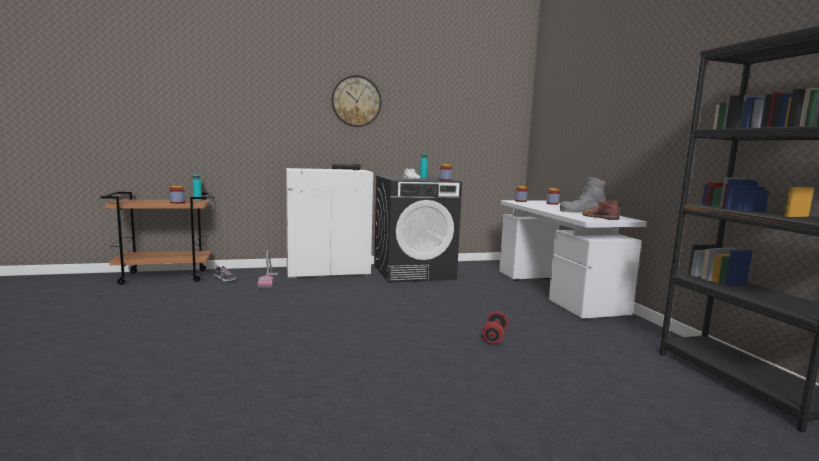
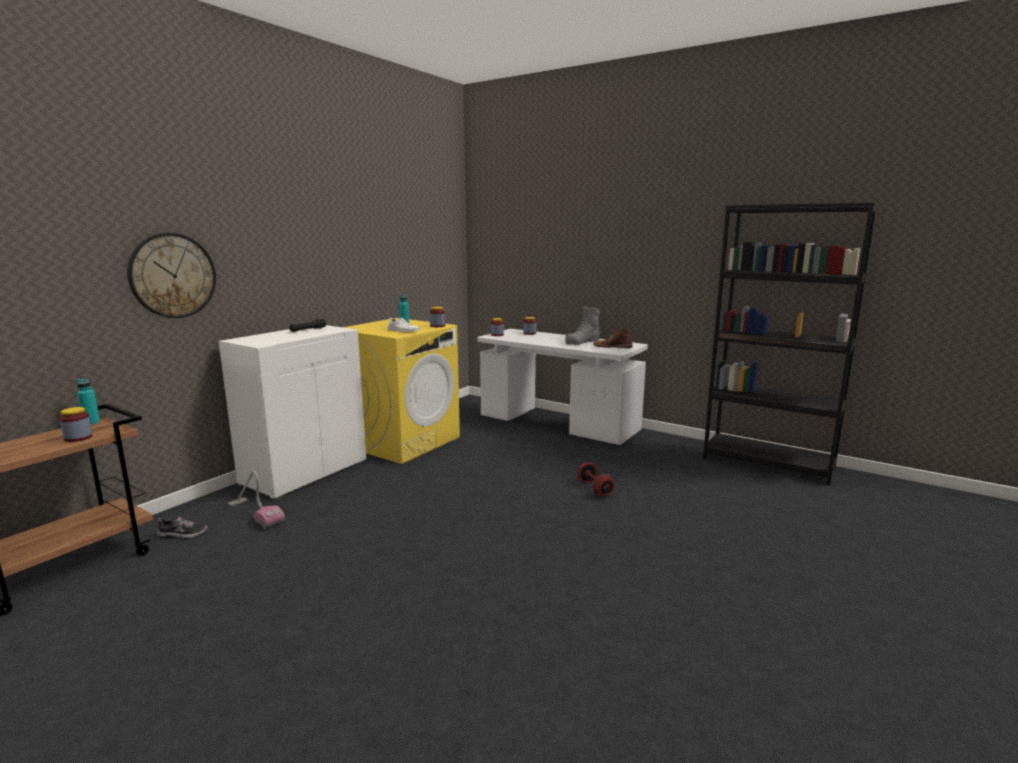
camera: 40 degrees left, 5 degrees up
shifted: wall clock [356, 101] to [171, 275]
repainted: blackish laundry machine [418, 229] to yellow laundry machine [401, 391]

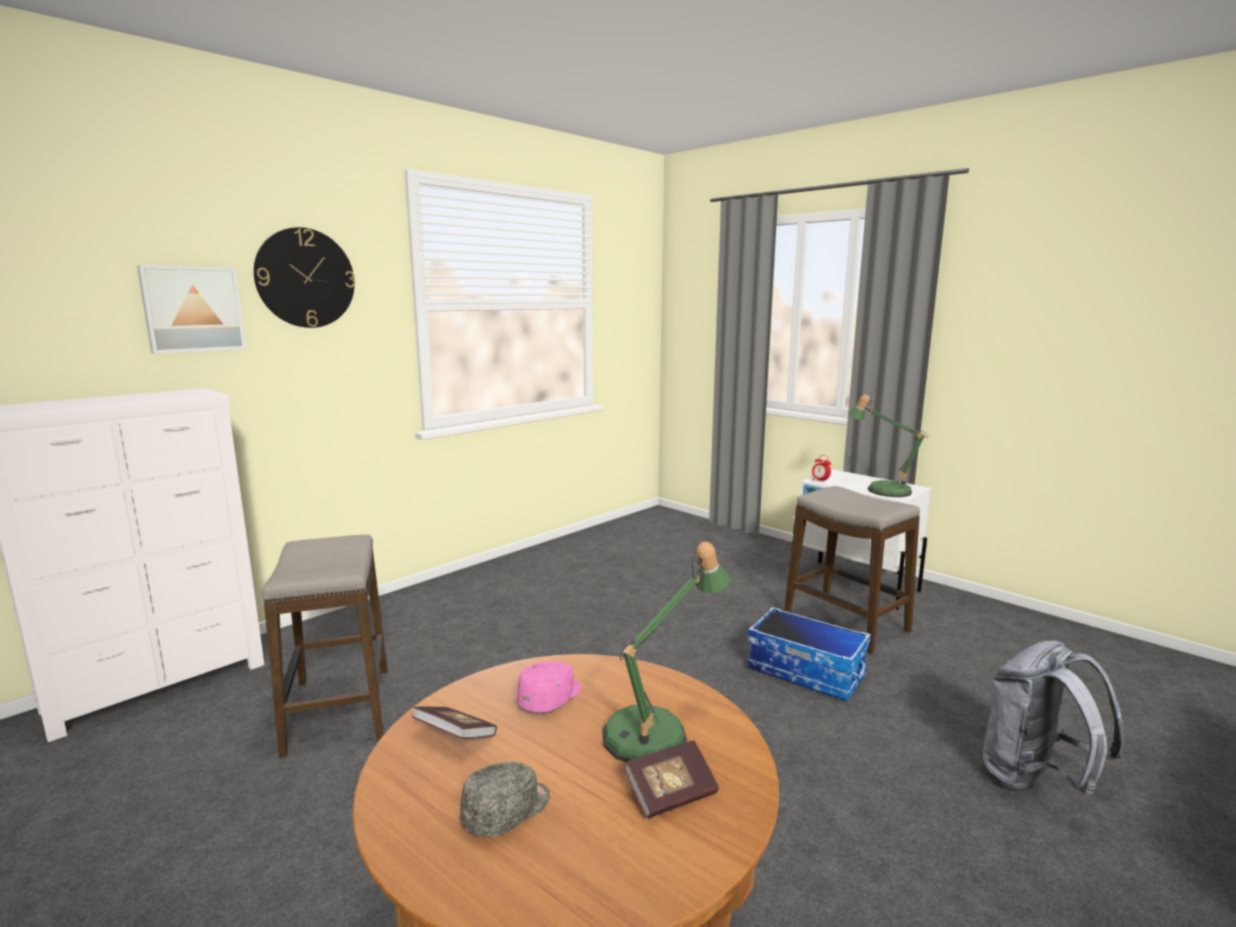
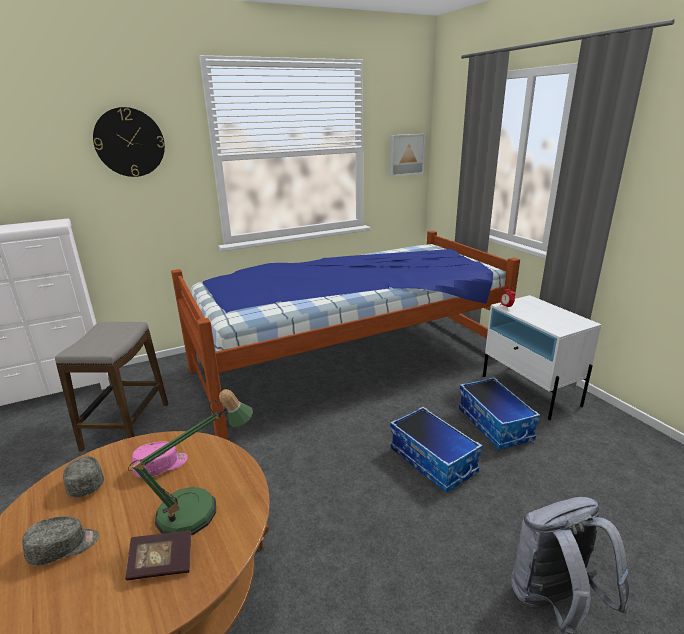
camera: 20 degrees right, 10 degrees up
gone: table lamp [888, 445]
new: sleeping bed [345, 335]
shifted: picture [191, 309] to [407, 155]
swapped: sitting stool [852, 570] to storage bin [499, 413]; volume [454, 722] to grey baseball cap [83, 477]

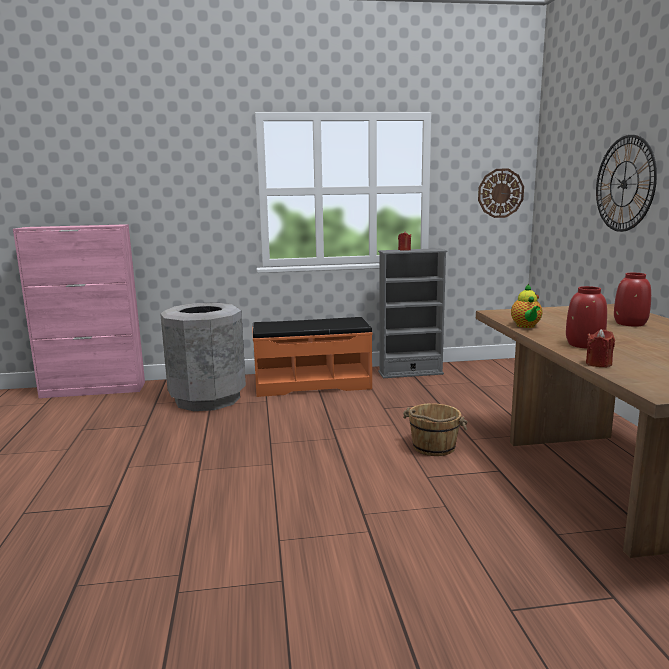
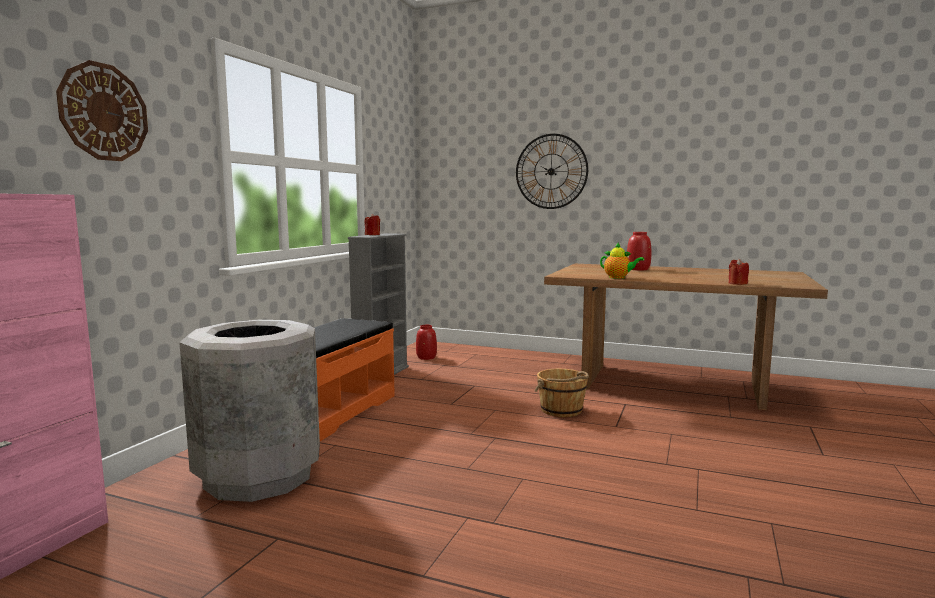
camera: 60 degrees left, 5 degrees down
shifted: wall clock [501, 193] to [102, 110]; reddish vase [586, 317] to [426, 342]

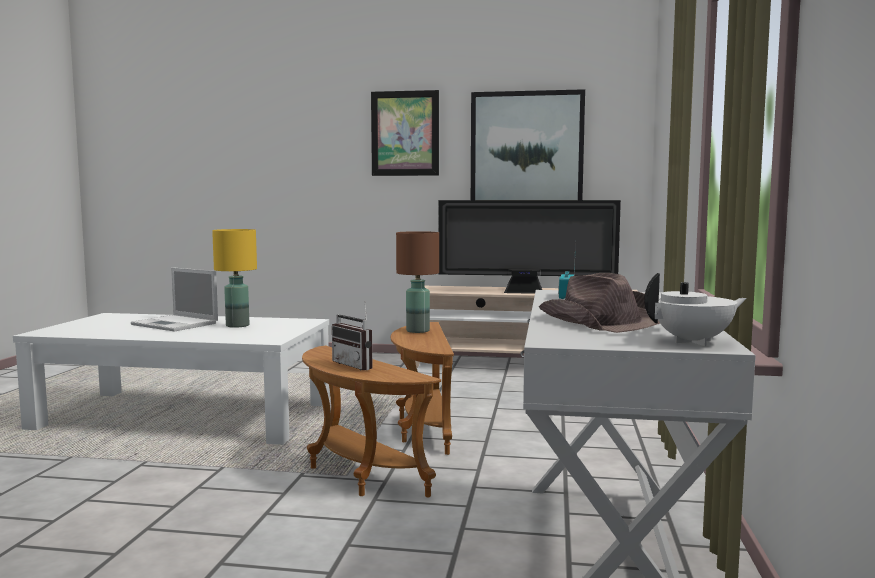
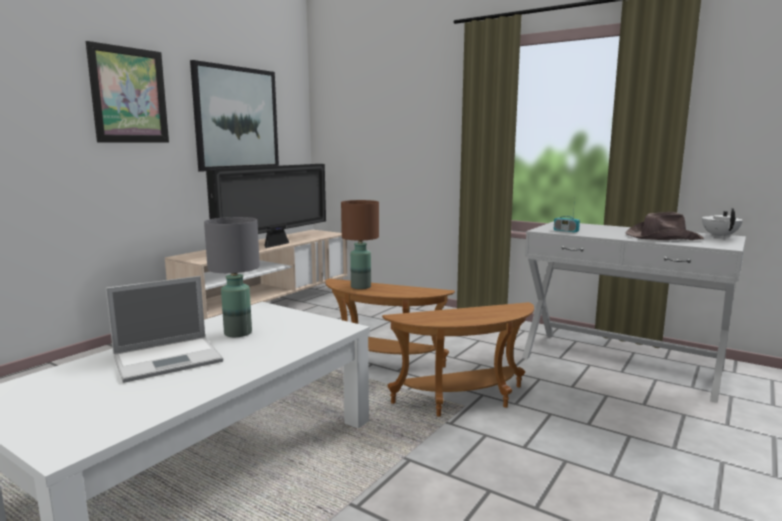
camera: 65 degrees left, 5 degrees up
gone: radio set [352, 337]
repainted: yellow table lamp [234, 278] to grey table lamp [232, 277]

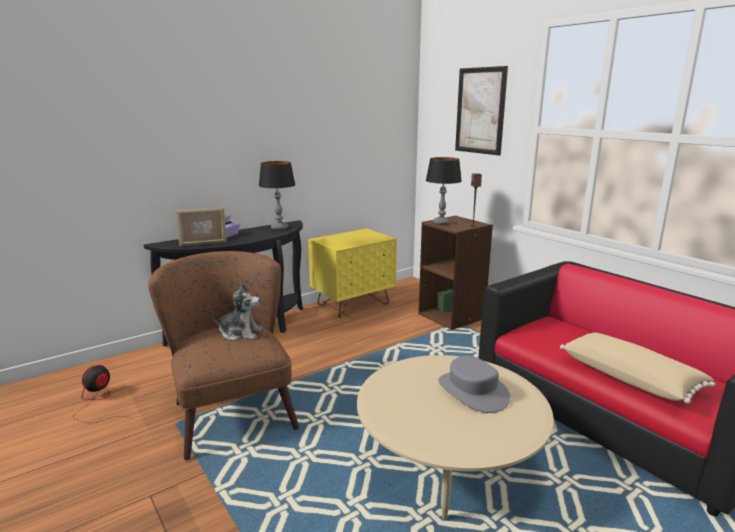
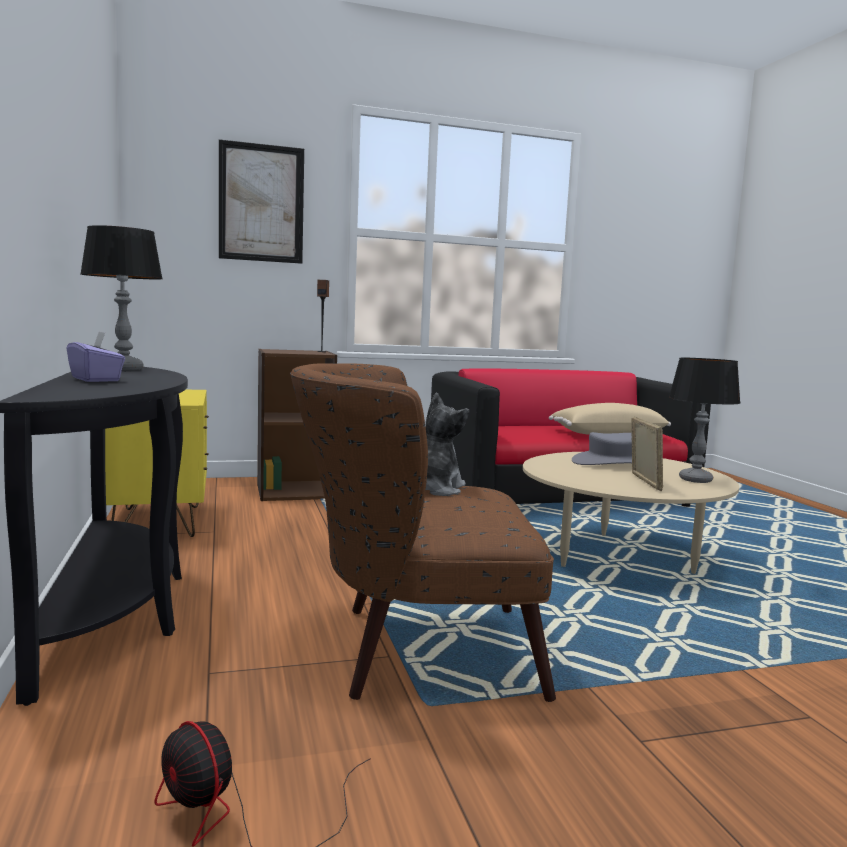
camera: 70 degrees left, 10 degrees down
shifted: table lamp [444, 191] to [705, 420]; photo frame [201, 227] to [647, 453]

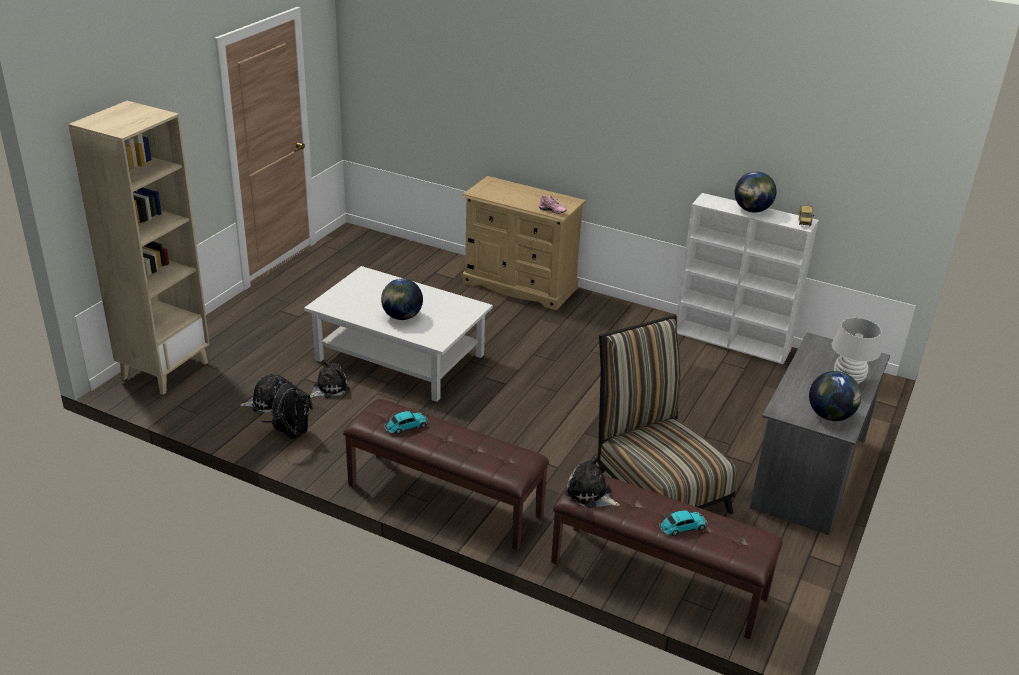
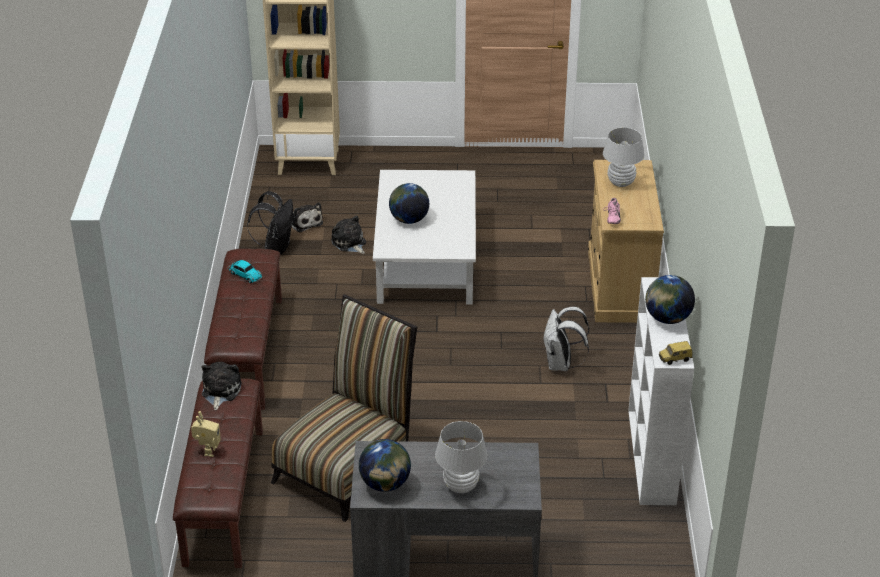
camera: 65 degrees right, 5 degrees up
new: white table lamp [623, 157]; white knapsack [566, 339]
swapped: toy car [683, 523] to model robot [206, 434]
rotated: cuddly toy [330, 379] = [348, 234] 150 degrees counterclockwise

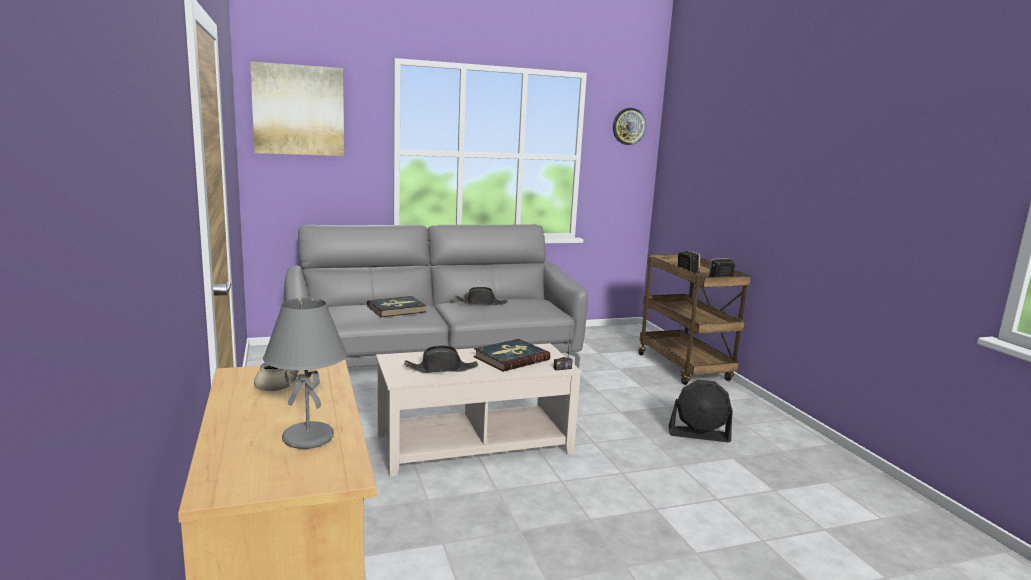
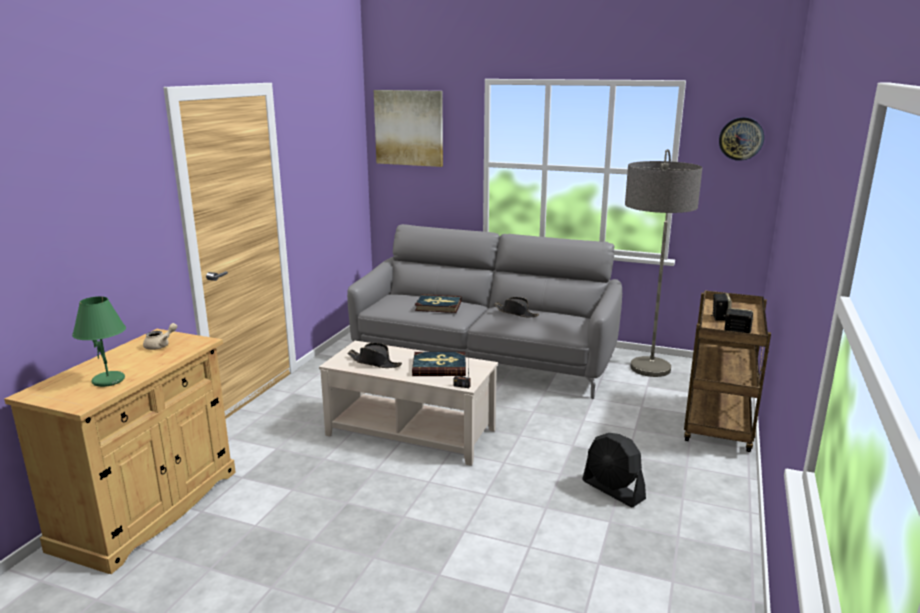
camera: 40 degrees right, 5 degrees up
new: standing lamp [664, 263]
repainted: grey table lamp [305, 373] to greenish table lamp [99, 341]

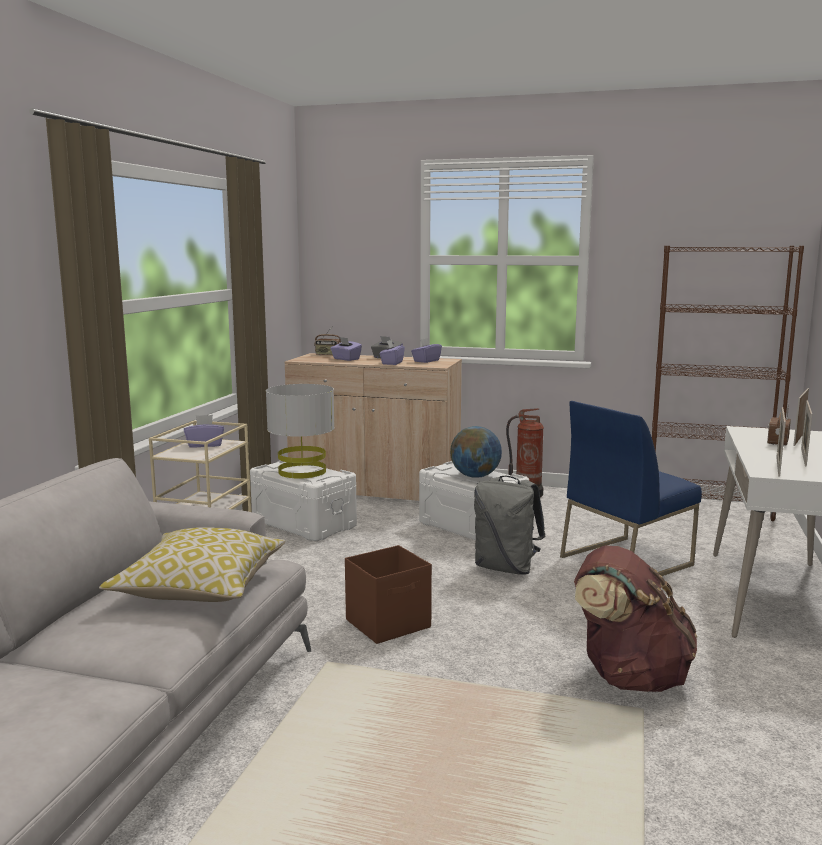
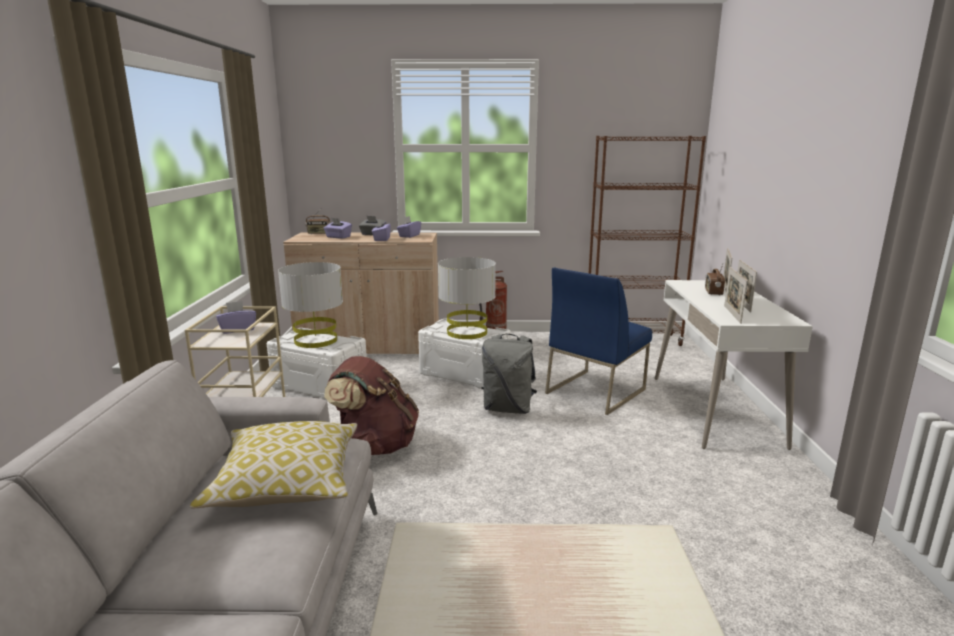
camera: 15 degrees left, 5 degrees up
gone: brown storage bin [388, 594]
shifted: brown knapsack [635, 618] to [371, 405]
swapped: world globe [476, 452] to grey table lamp [467, 298]

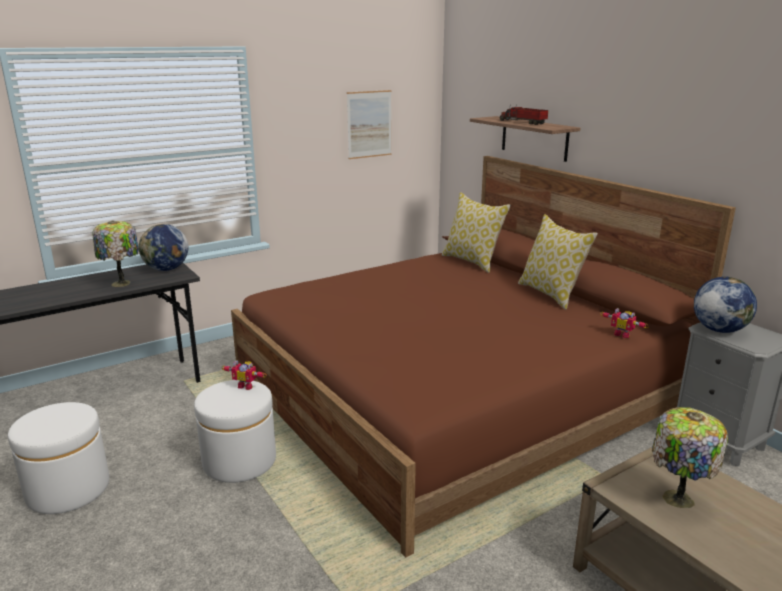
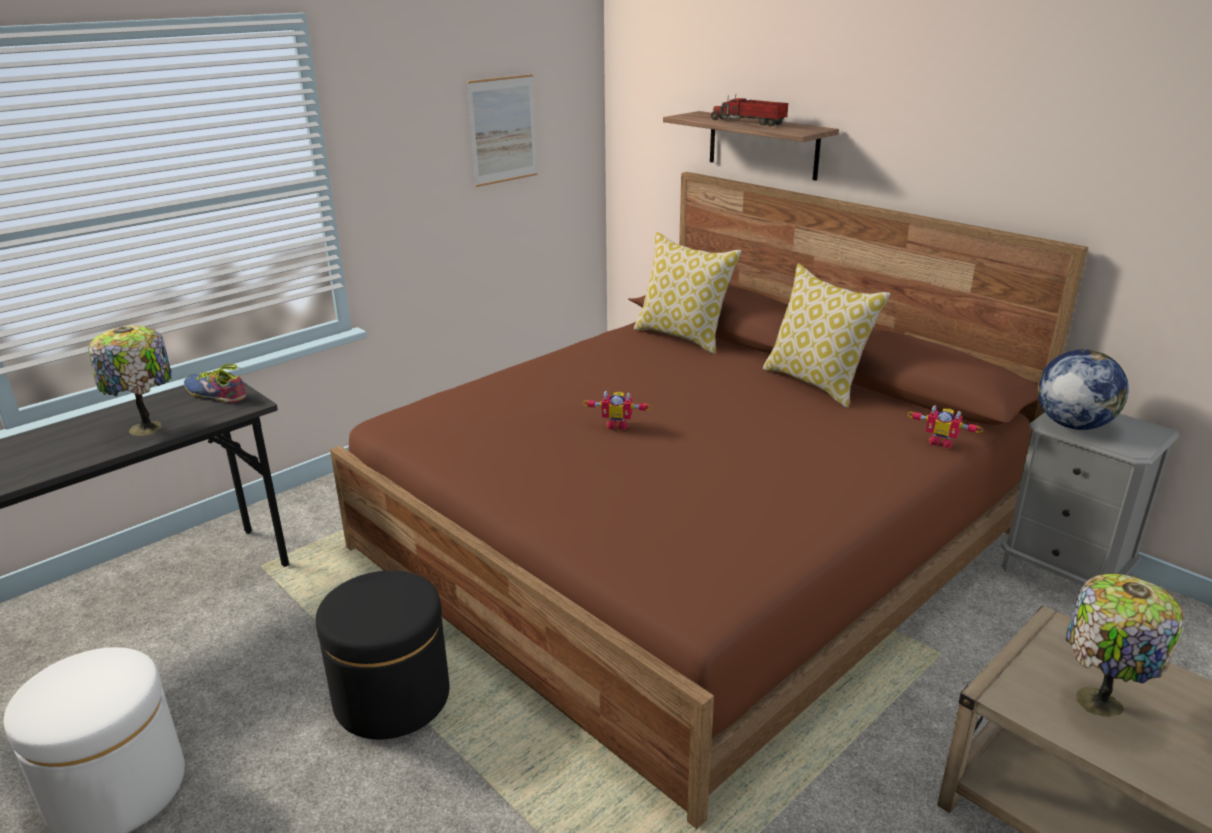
camera: 10 degrees left, 5 degrees up
shifted: model robot [244, 375] to [617, 410]
swapped: world globe [163, 247] to shoe [215, 383]
repainted: white footrest [235, 431] to blackish footrest [382, 654]

